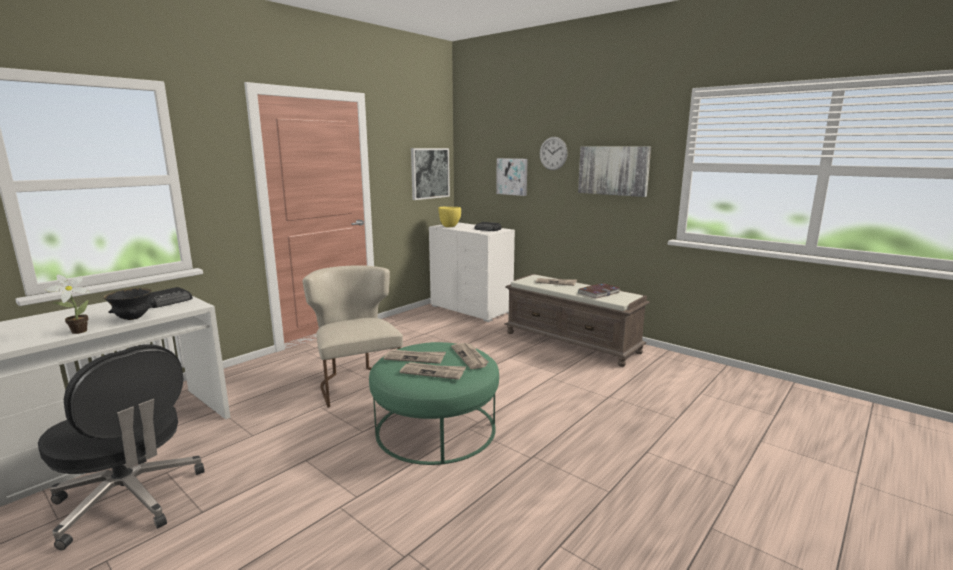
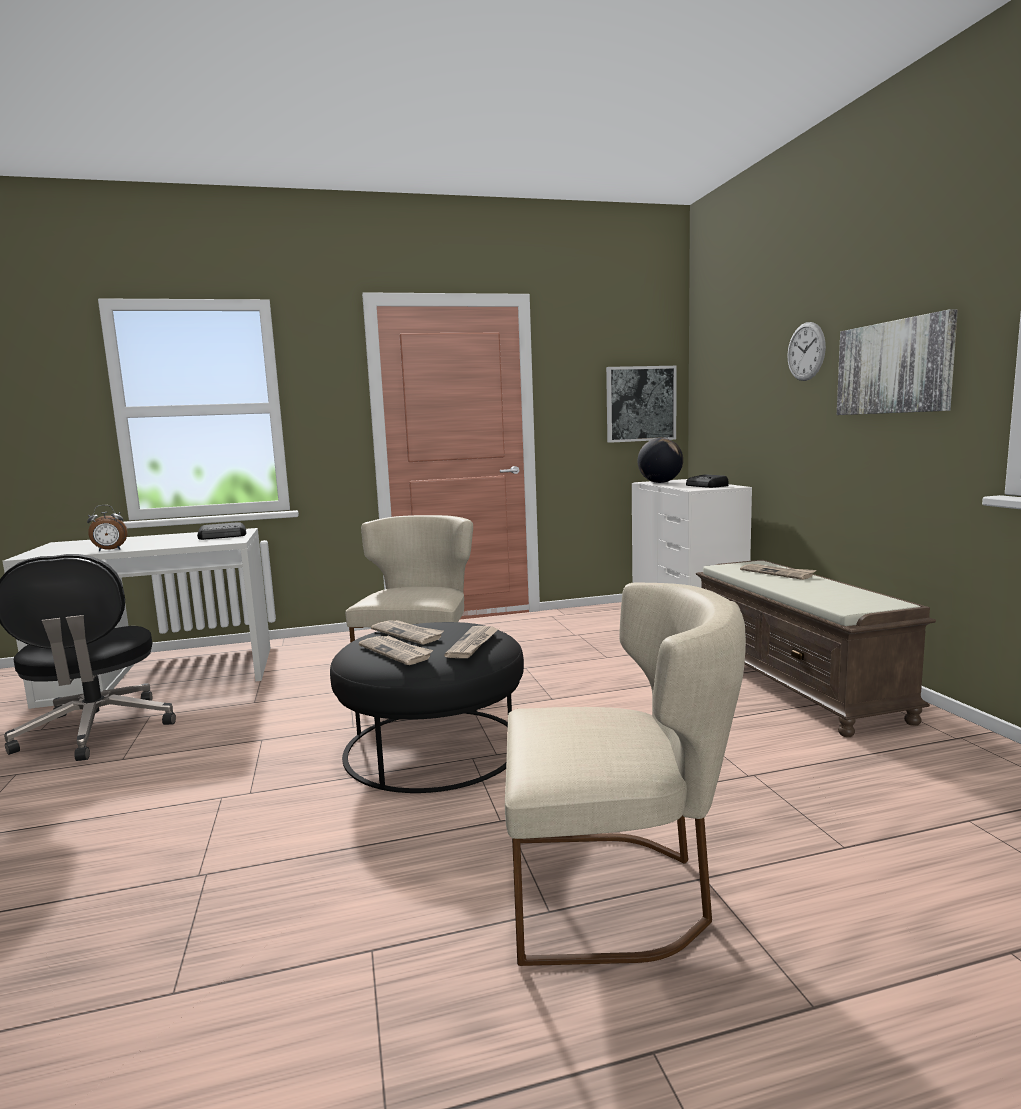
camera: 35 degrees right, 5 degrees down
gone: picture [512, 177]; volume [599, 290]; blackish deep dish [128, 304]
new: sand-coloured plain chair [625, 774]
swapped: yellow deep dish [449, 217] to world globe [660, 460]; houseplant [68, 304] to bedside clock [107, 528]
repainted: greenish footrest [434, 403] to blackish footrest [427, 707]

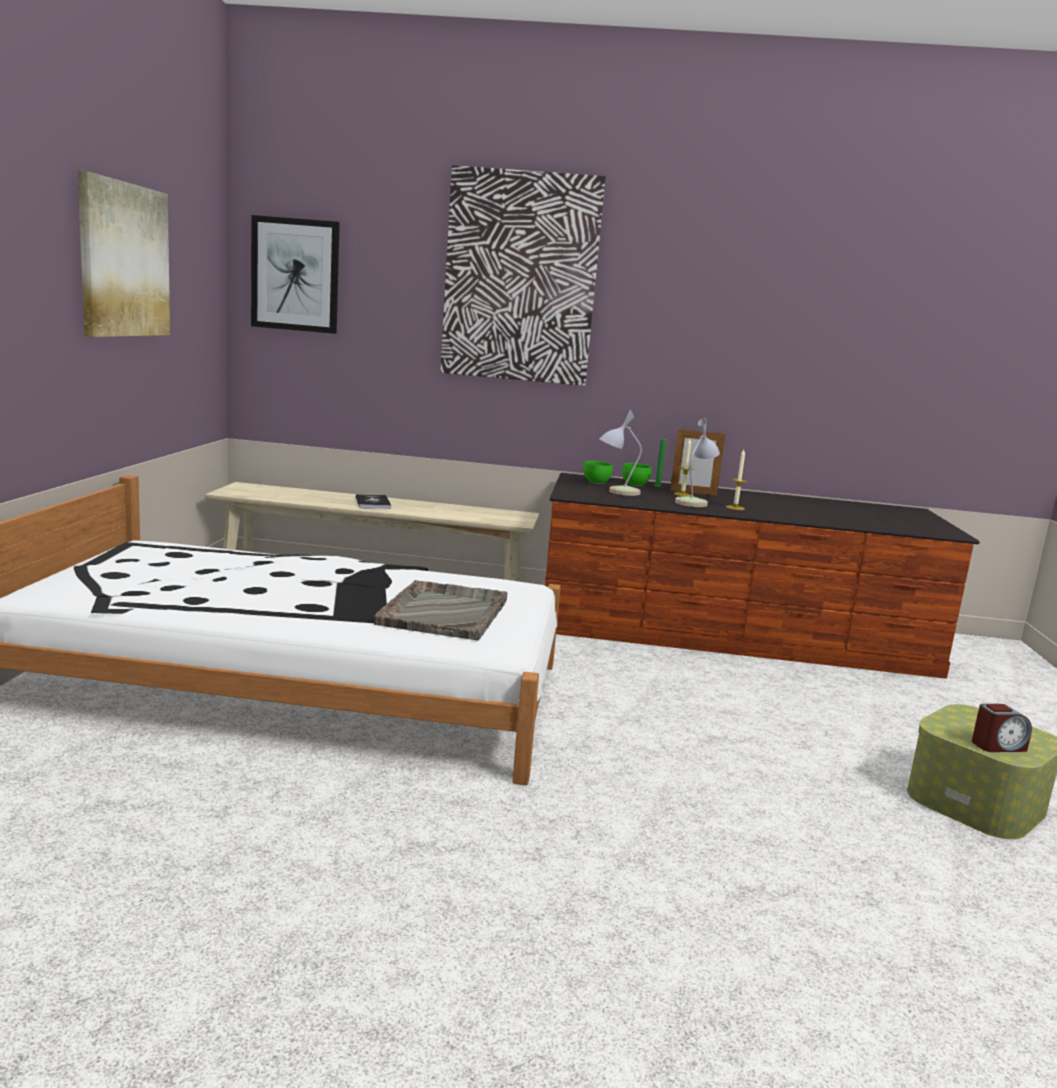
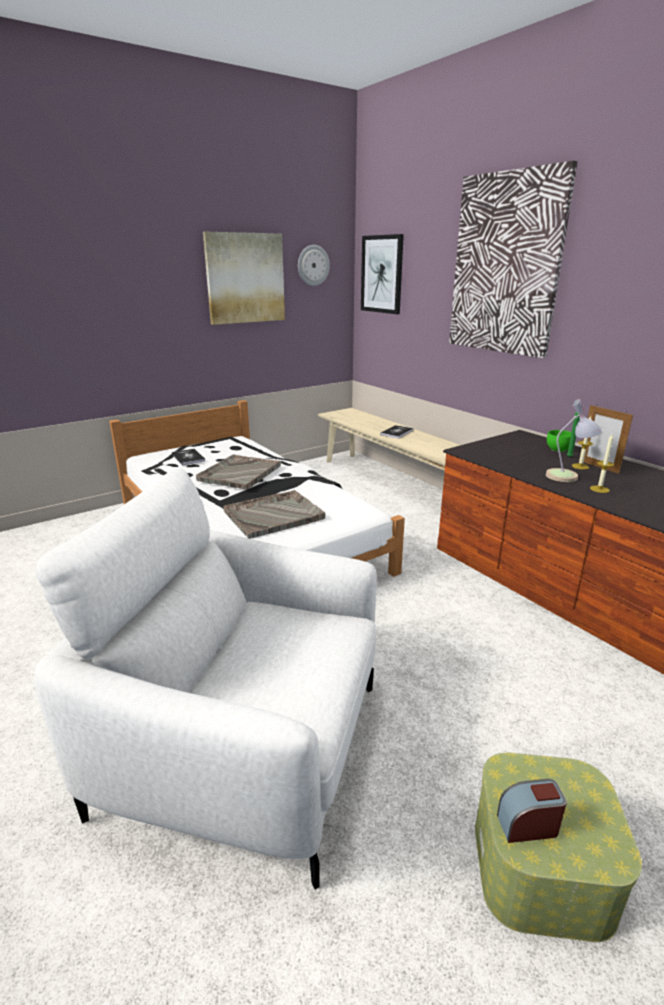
camera: 50 degrees right, 10 degrees up
gone: table lamp [620, 452]; greenish deep dish [598, 472]
new: wall clock [314, 265]; volume [188, 457]; grey tray [238, 472]; white easy chair [205, 678]
rotated: bedside clock [1002, 728] = [532, 811] 135 degrees clockwise

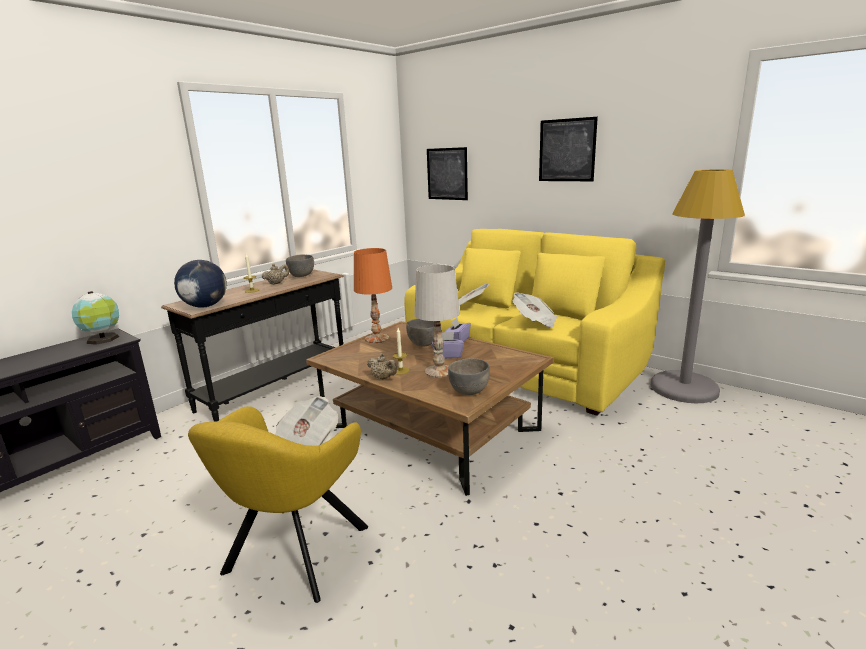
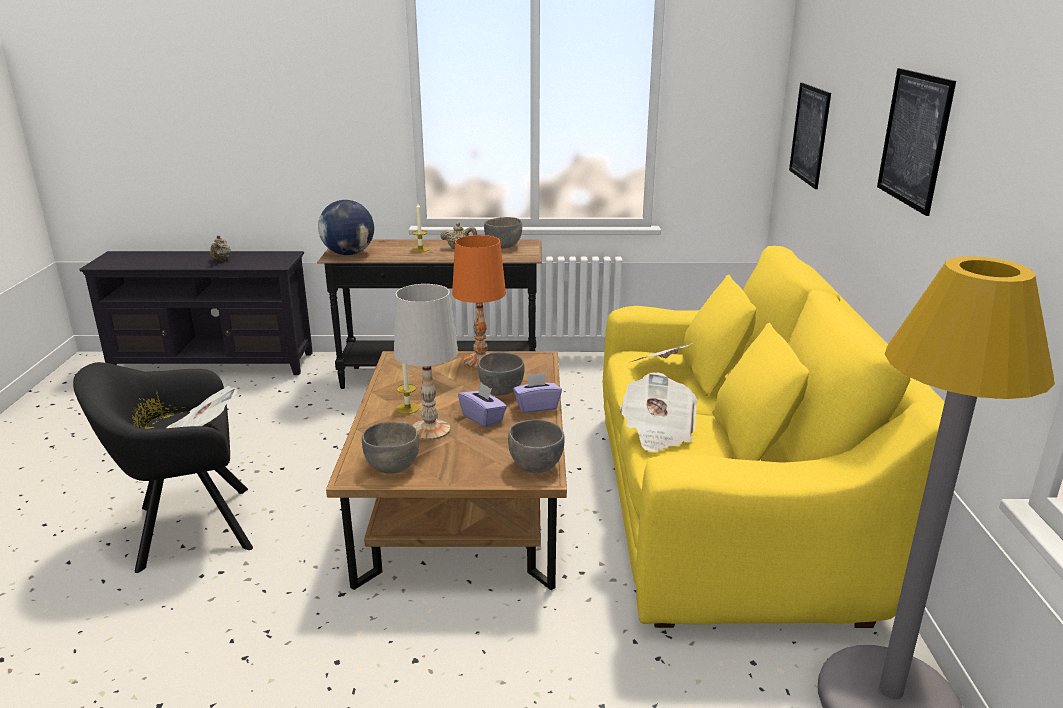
camera: 50 degrees right, 5 degrees up
gone: world globe [96, 318]
new: grey deep dish [536, 446]
shifted: sand-coloured tea pot [382, 366] to [220, 247]
repainted: yellow easy chair [278, 504] to blackish easy chair [163, 467]

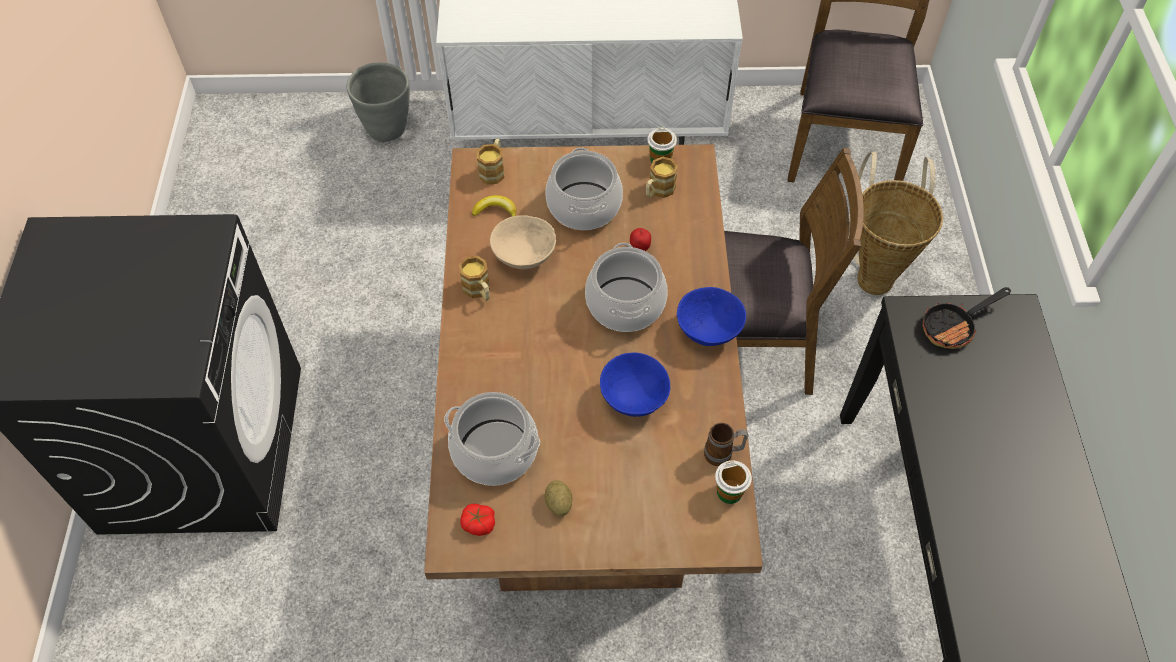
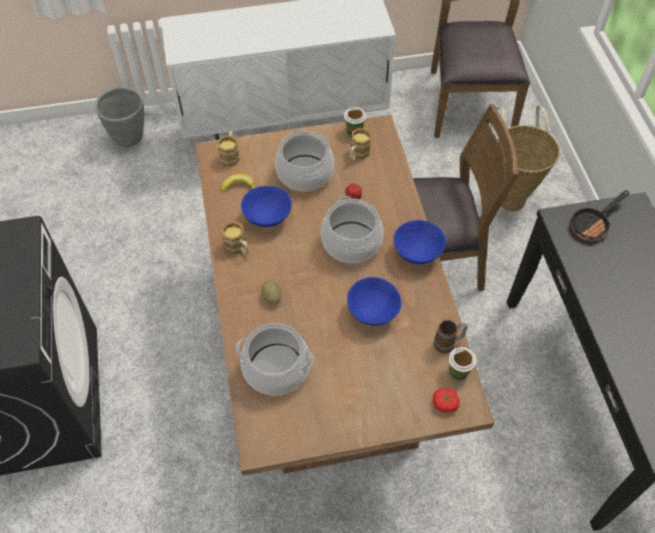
camera: 10 degrees left, 0 degrees up
shifted: potato [558, 498] to [271, 292]; tomato [477, 520] to [446, 400]
repainted: sand-coloured deep dish [523, 242] to blue deep dish [266, 206]

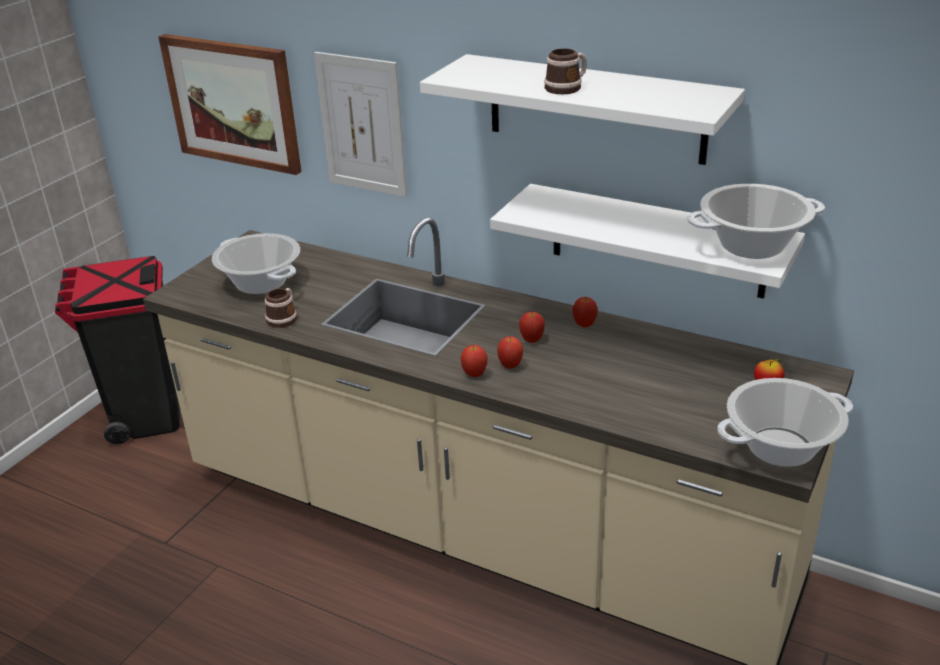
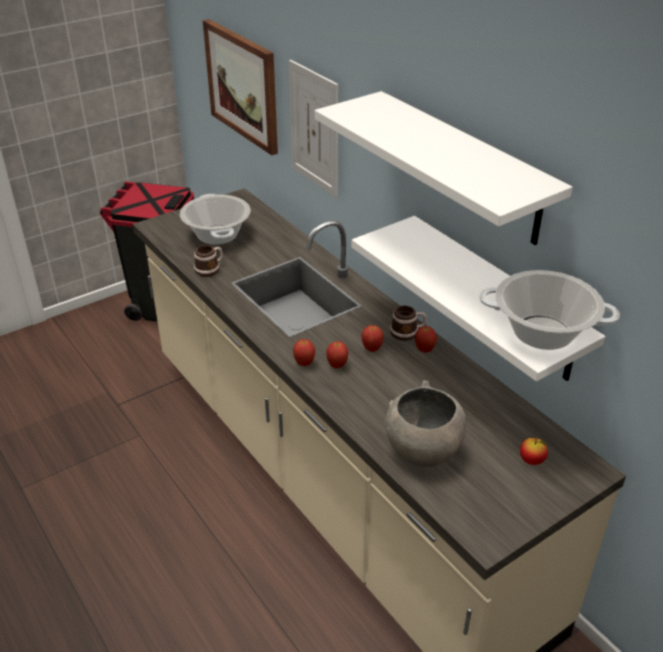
camera: 25 degrees right, 5 degrees up
gone: saucepot [785, 422]
new: grey deep dish [425, 423]
shifted: mug [565, 71] to [408, 323]

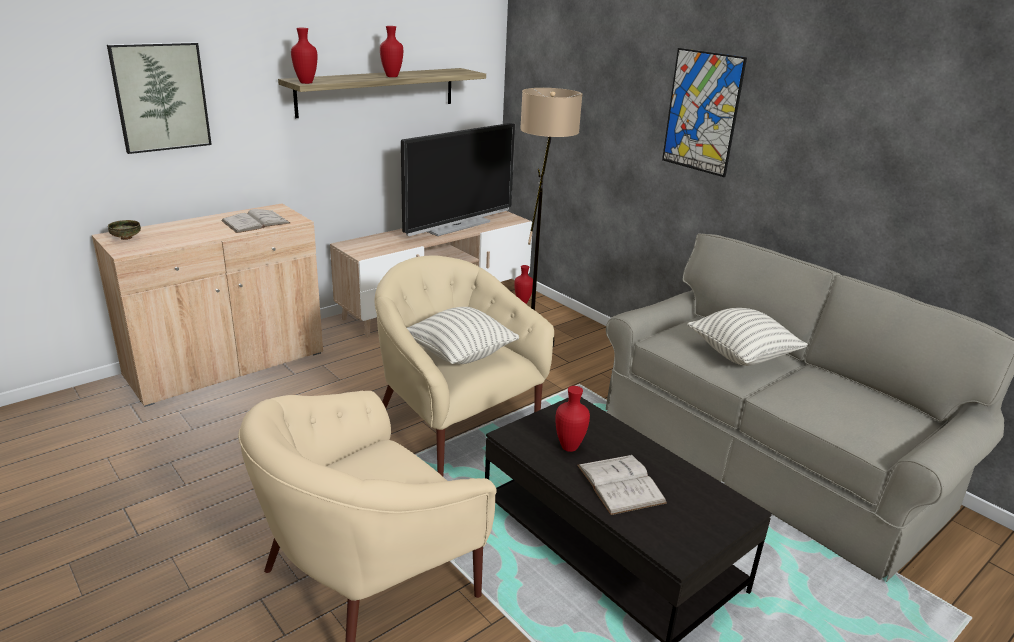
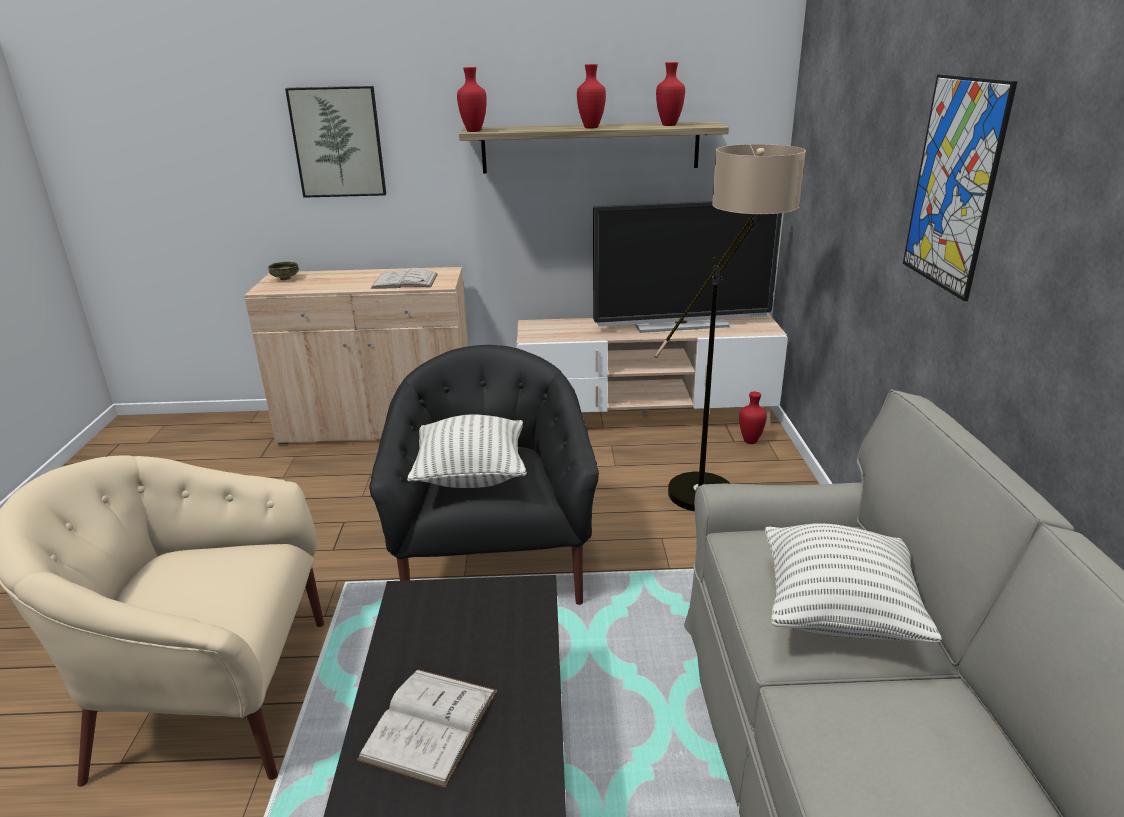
camera: 40 degrees right, 0 degrees up
shifted: reddish vase [572, 419] to [670, 94]
repainted: sand-coloured easy chair [464, 365] to blackish easy chair [484, 475]

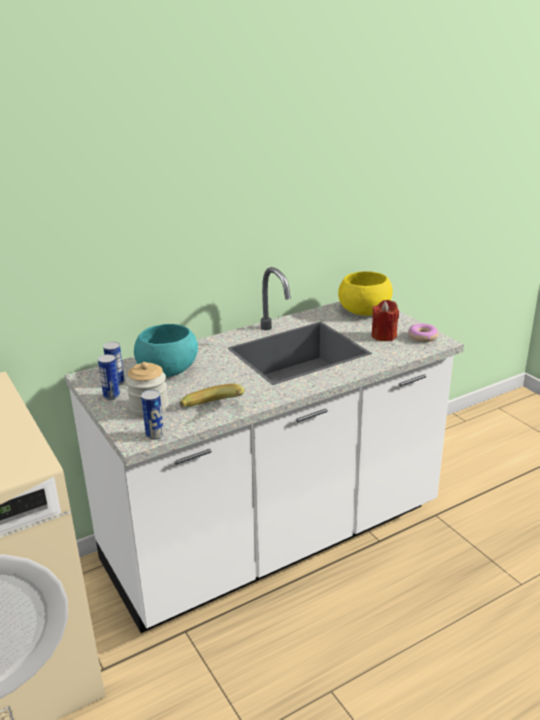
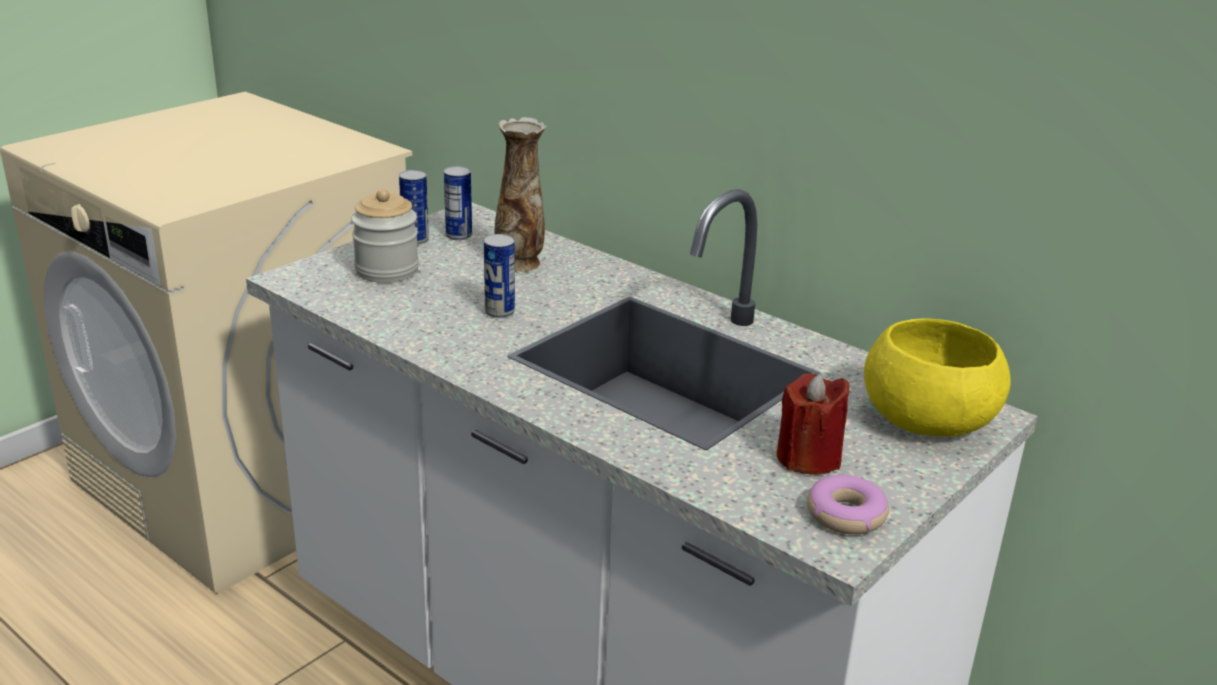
camera: 70 degrees right, 0 degrees up
gone: banana fruit [212, 395]
shifted: sealed can [152, 415] to [499, 276]
swapped: turquoise-coloured deep dish [166, 350] to vase [520, 194]

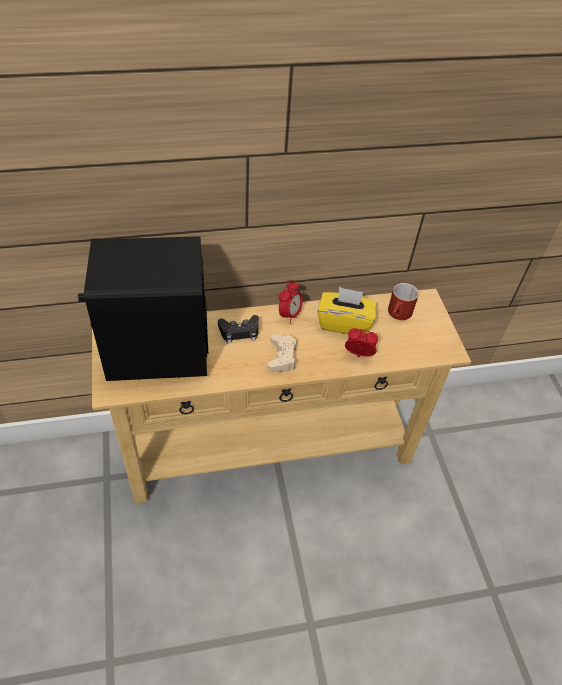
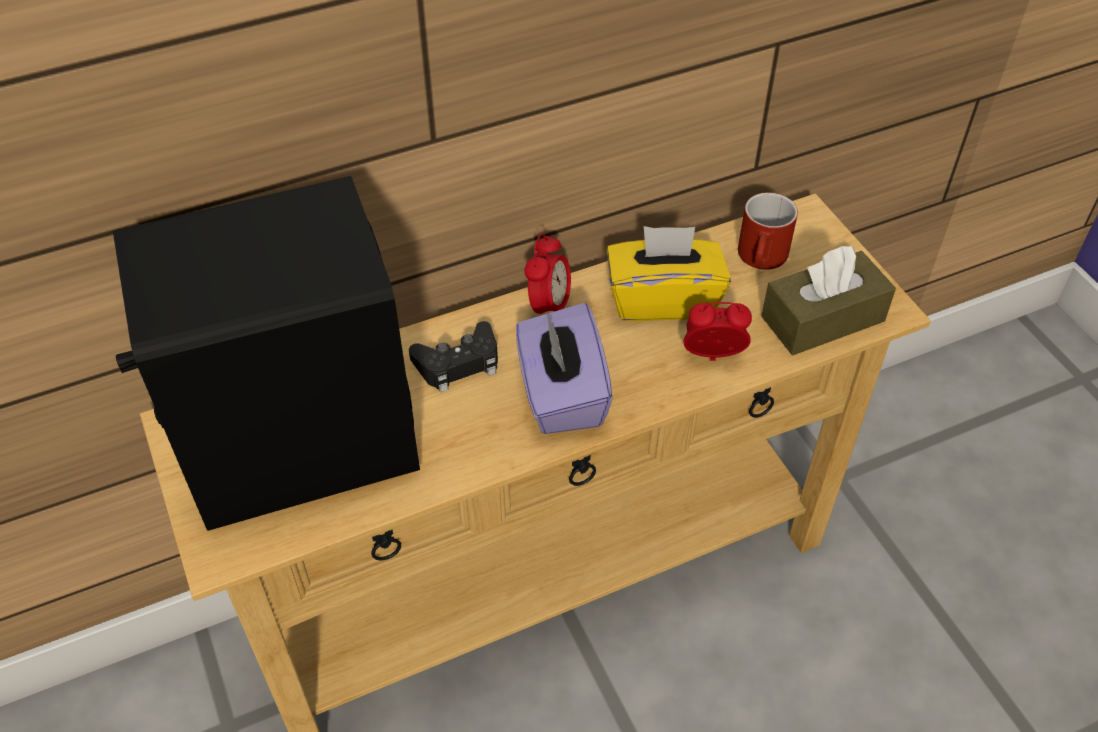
camera: 10 degrees left, 0 degrees up
new: brown tissue box [828, 300]
swapped: sand-coloured joypad [282, 353] to purple tissue box [564, 368]

